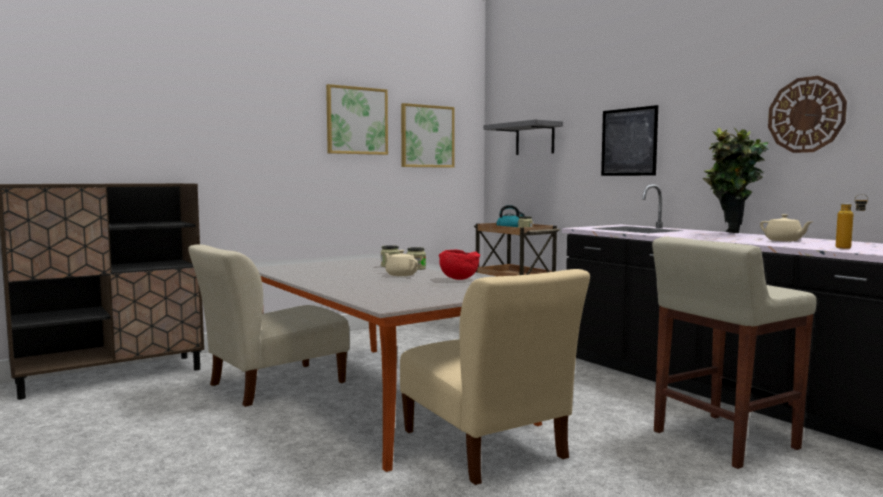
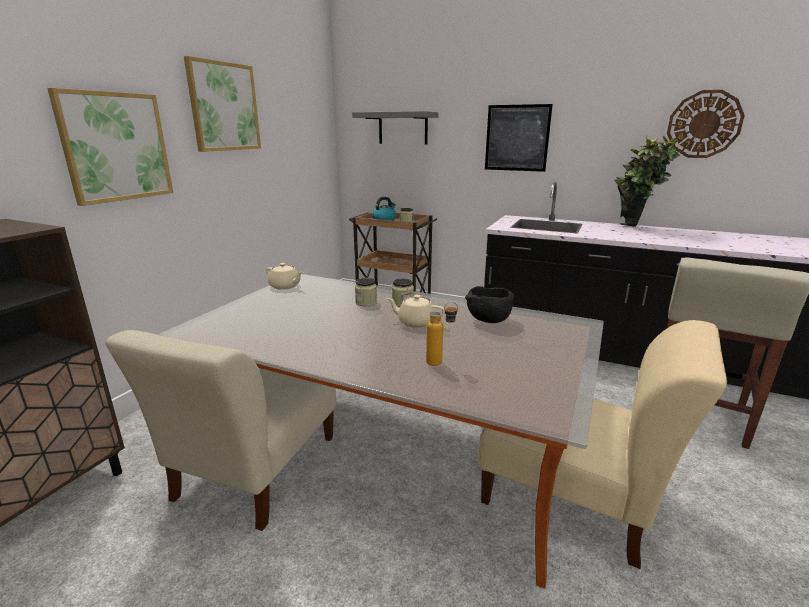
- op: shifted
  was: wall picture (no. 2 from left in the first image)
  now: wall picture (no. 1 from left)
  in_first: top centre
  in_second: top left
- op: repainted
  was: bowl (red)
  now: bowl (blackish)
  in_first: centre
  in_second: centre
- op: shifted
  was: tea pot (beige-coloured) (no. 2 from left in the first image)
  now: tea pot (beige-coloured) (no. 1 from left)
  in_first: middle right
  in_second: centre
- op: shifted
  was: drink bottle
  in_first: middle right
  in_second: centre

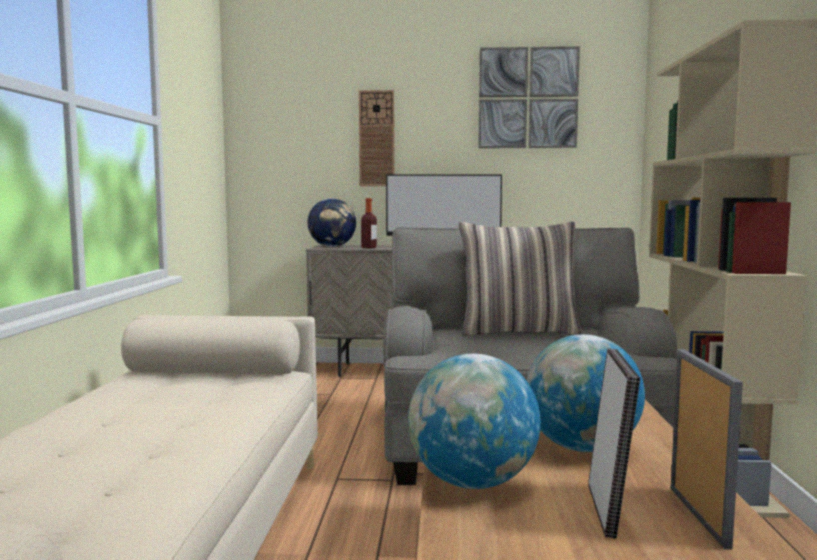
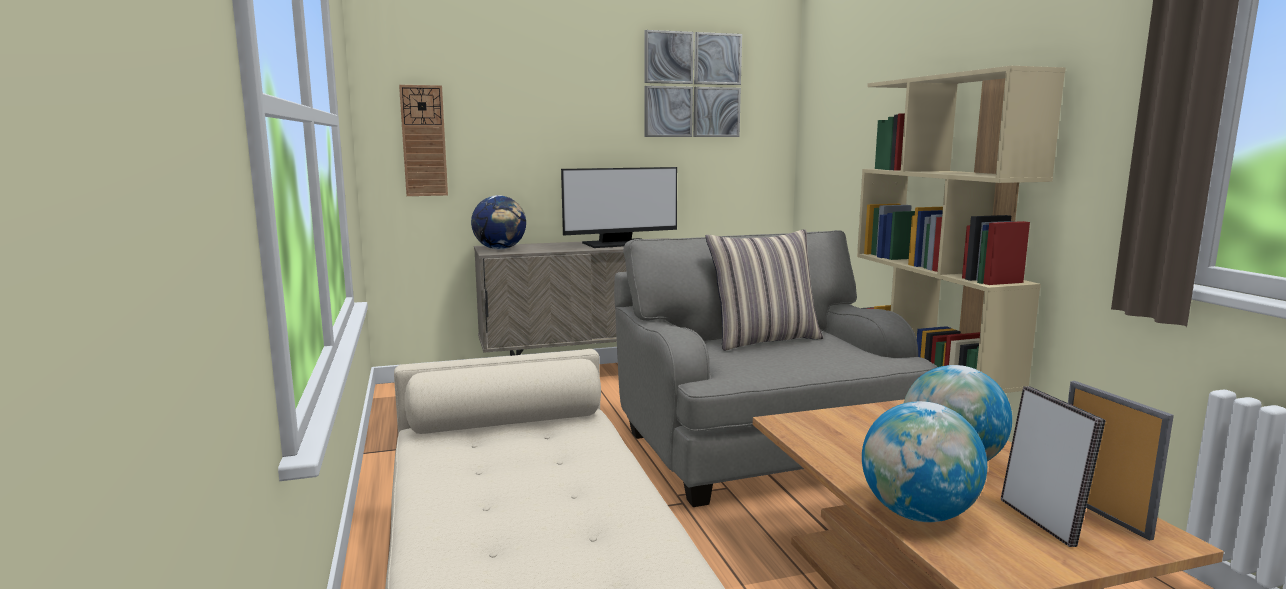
- op: shifted
  was: wall clock
  in_first: top centre
  in_second: top left
- op: gone
  was: drink bottle
  in_first: centre

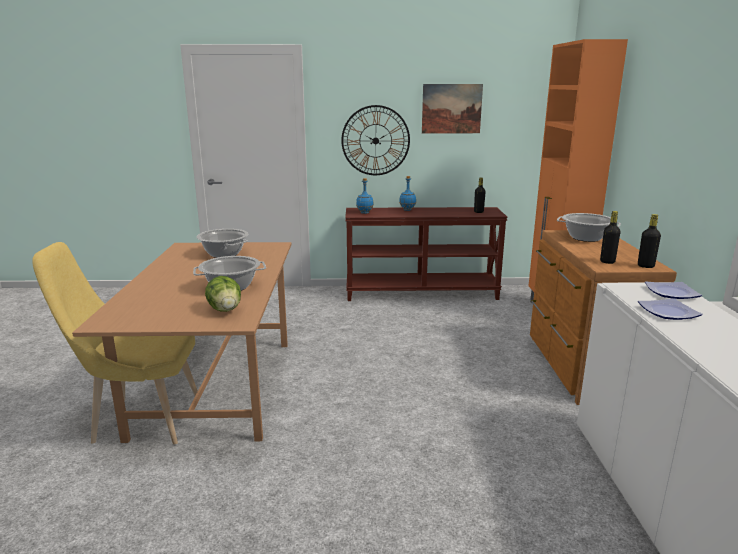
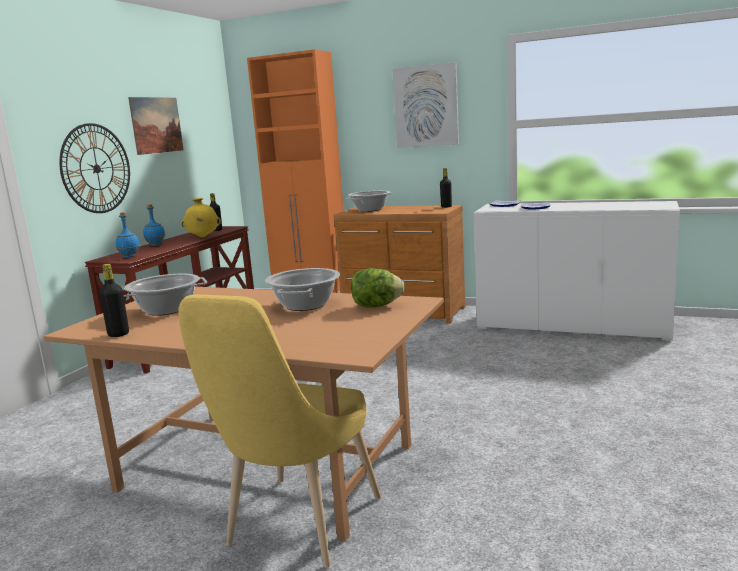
- op: shifted
  was: drink bottle (blackish) (no. 2 from left in the first image)
  now: drink bottle (blackish) (no. 1 from left)
  in_first: middle right
  in_second: middle left
- op: new
  now: decorative vase (yellowish)
  in_second: middle left
- op: new
  now: wall picture (no. 2 from left)
  in_second: top centre

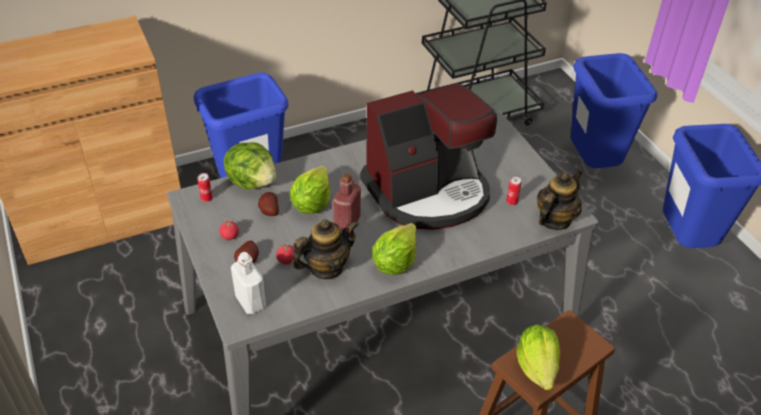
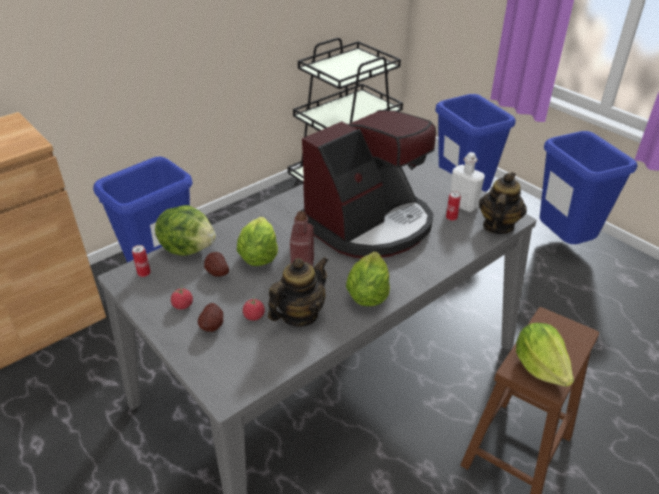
- op: shifted
  was: drink bottle (white-coloured)
  in_first: bottom left
  in_second: middle right

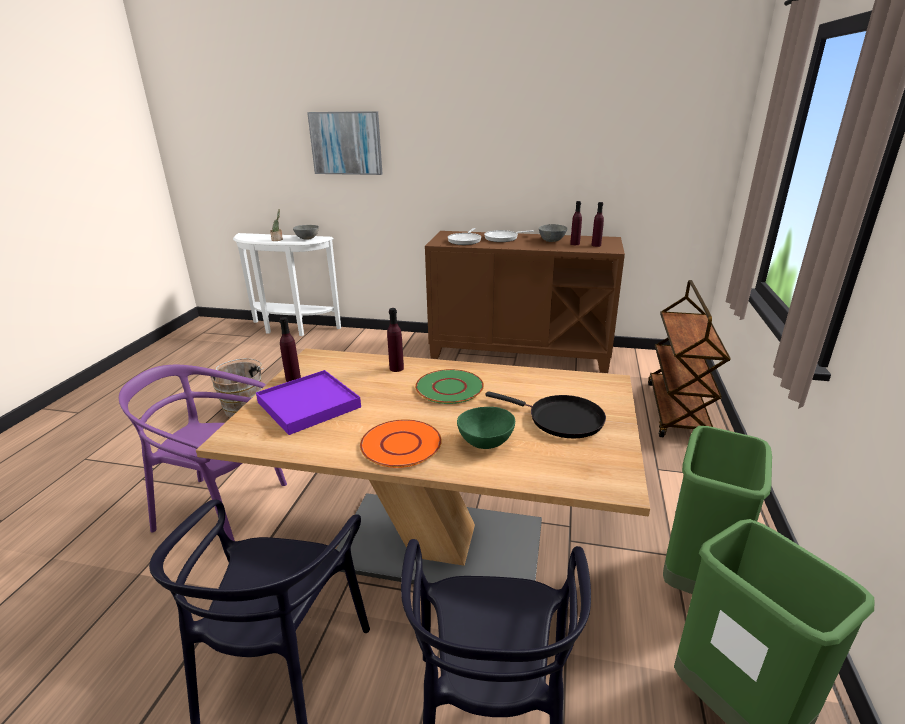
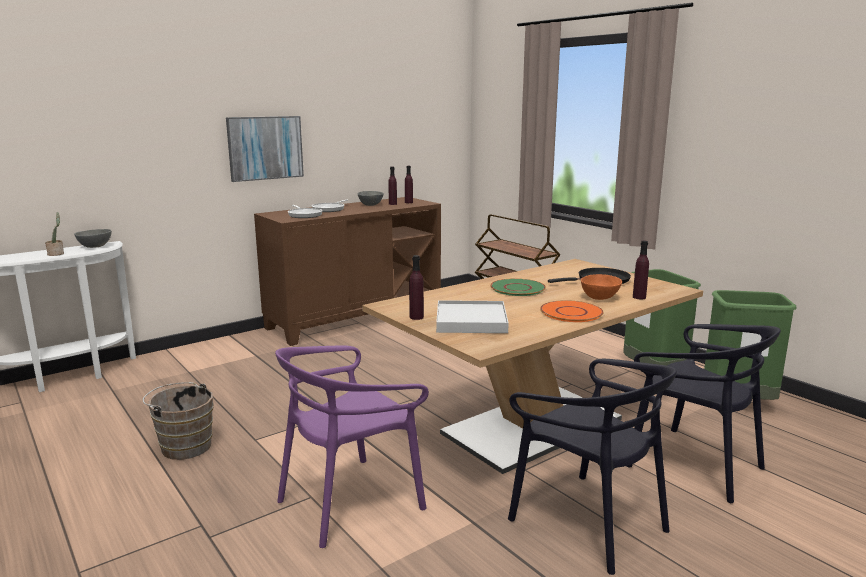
- op: repainted
  was: carrying tray (purple)
  now: carrying tray (white-coloured)
  in_first: centre
  in_second: centre
- op: shifted
  was: wall picture
  in_first: top centre
  in_second: top left
- op: shifted
  was: drink bottle (purple) (no. 2 from left in the first image)
  now: drink bottle (purple) (no. 4 from left)
  in_first: centre
  in_second: middle right
- op: repainted
  was: bowl (green)
  now: bowl (orangey)
  in_first: centre
  in_second: middle right

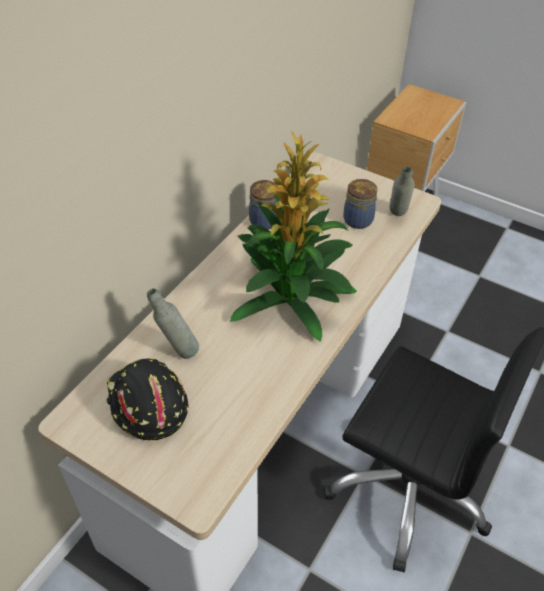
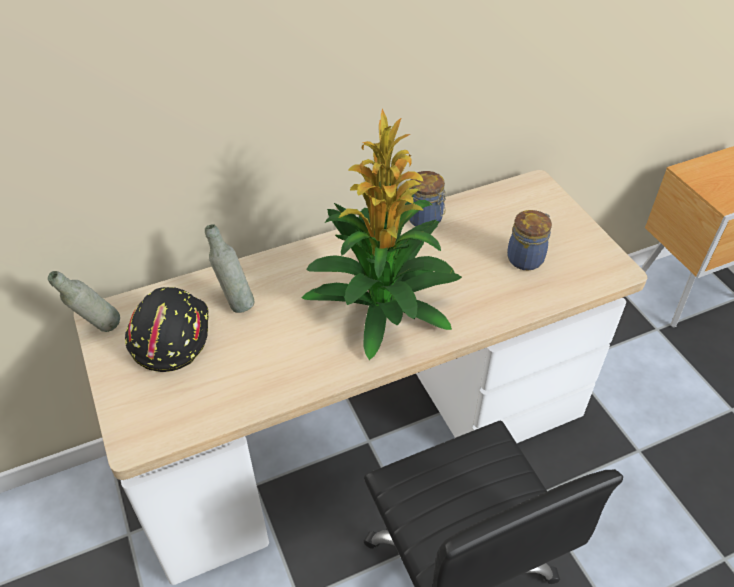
- op: shifted
  was: drink bottle (gray) (no. 2 from left in the first image)
  now: drink bottle (gray) (no. 1 from left)
  in_first: top right
  in_second: middle left

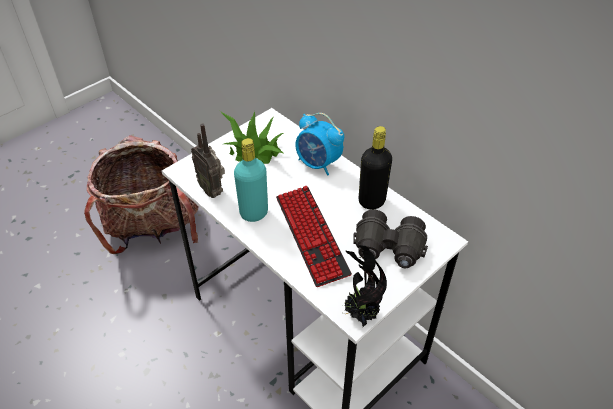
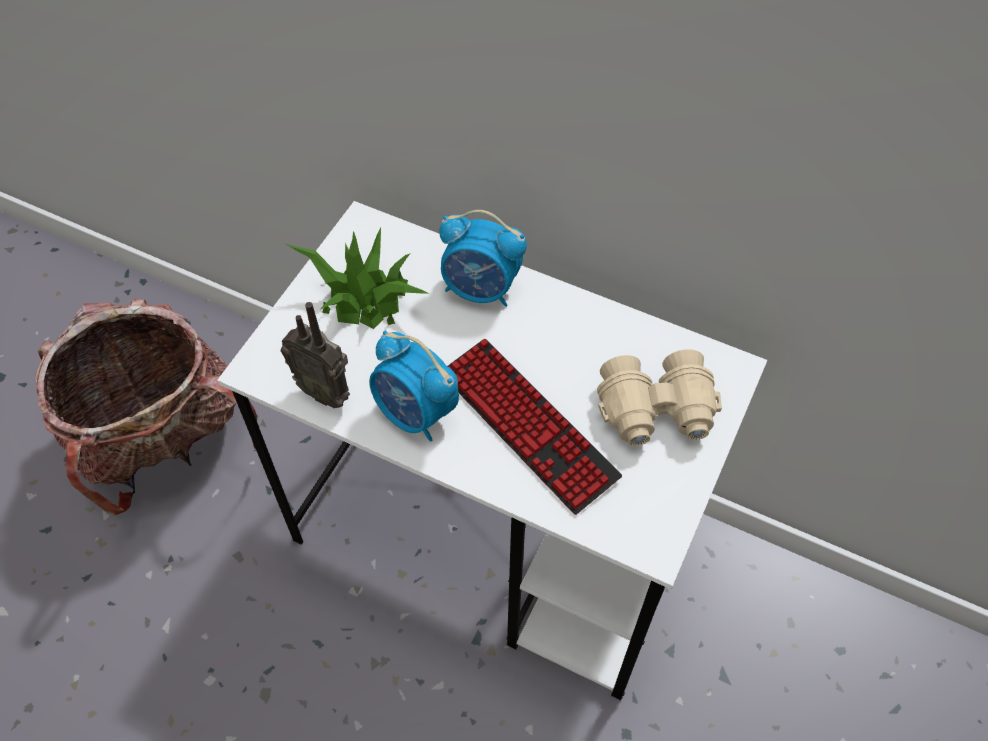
- op: swapped
  was: drink bottle (turquoise-coloured)
  now: alarm clock (no. 1 from left)
  in_first: centre
  in_second: centre
- op: gone
  was: potted plant (no. 2 from left)
  in_first: bottom centre
- op: repainted
  was: pair of binoculars (blackish)
  now: pair of binoculars (beige-coloured)
  in_first: centre
  in_second: middle right
- op: gone
  was: drink bottle (blackish)
  in_first: centre

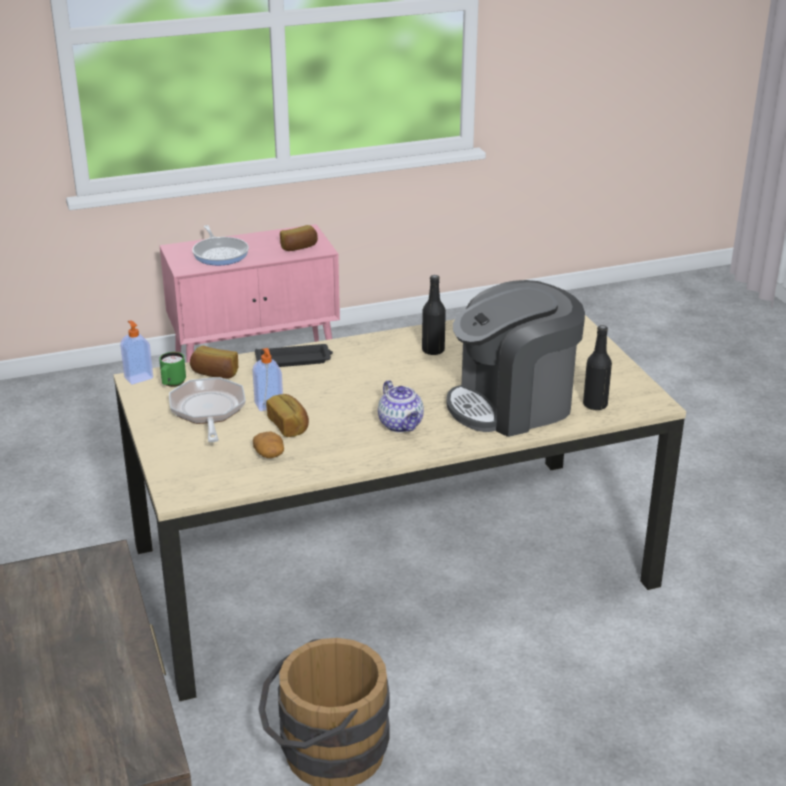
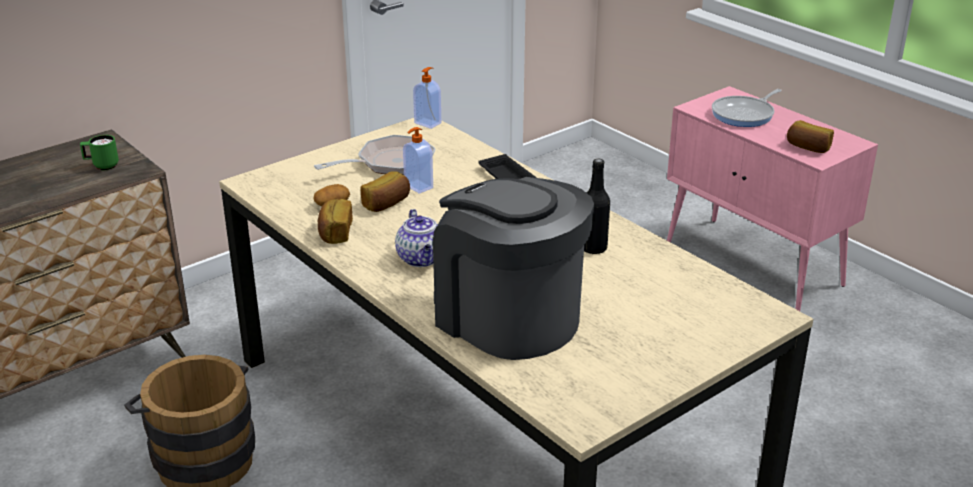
- op: shifted
  was: mug (green)
  in_first: middle left
  in_second: top left
- op: shifted
  was: bakery bread (no. 1 from left)
  in_first: middle left
  in_second: centre
- op: rotated
  was: tea pot
  in_first: centre
  in_second: centre
  clockwise: -60
- op: gone
  was: drink bottle (blackish) (no. 2 from left)
  in_first: middle right

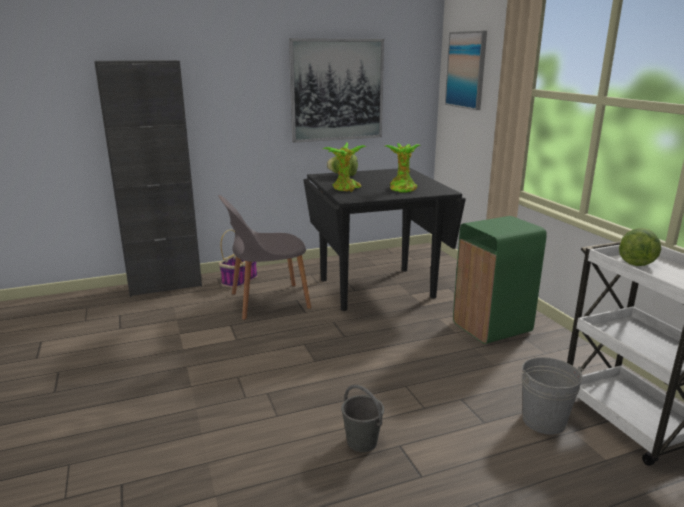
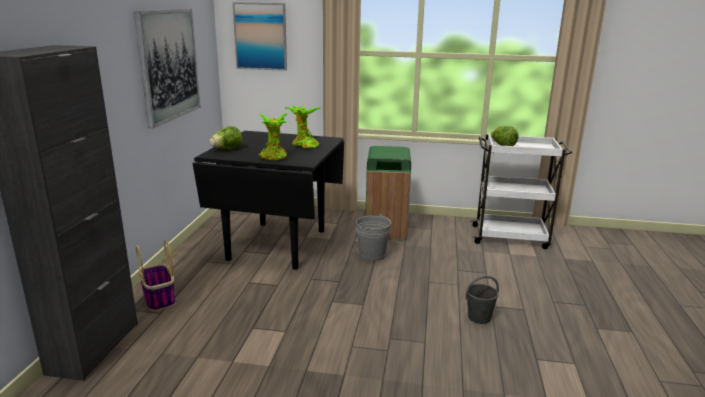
- op: gone
  was: chair (gray)
  in_first: centre
- op: shifted
  was: pail (gray) (no. 2 from left in the first image)
  now: pail (gray) (no. 1 from left)
  in_first: bottom right
  in_second: centre

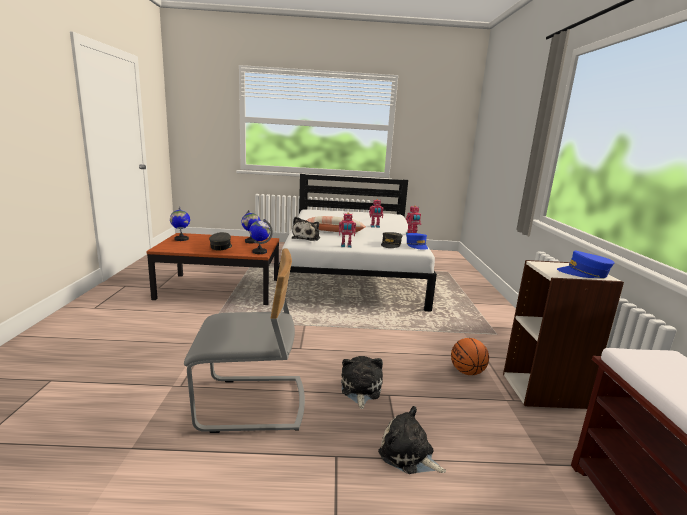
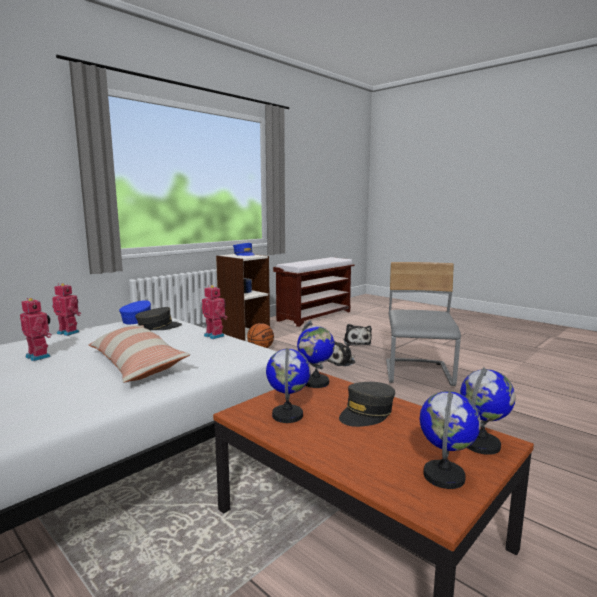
- op: rotated
  was: chair (gray)
  in_first: centre
  in_second: middle right
  clockwise: 60
- op: gone
  was: soft toy (no. 1 from left)
  in_first: centre
- op: new
  now: globe (no. 4 from left)
  in_second: bottom right

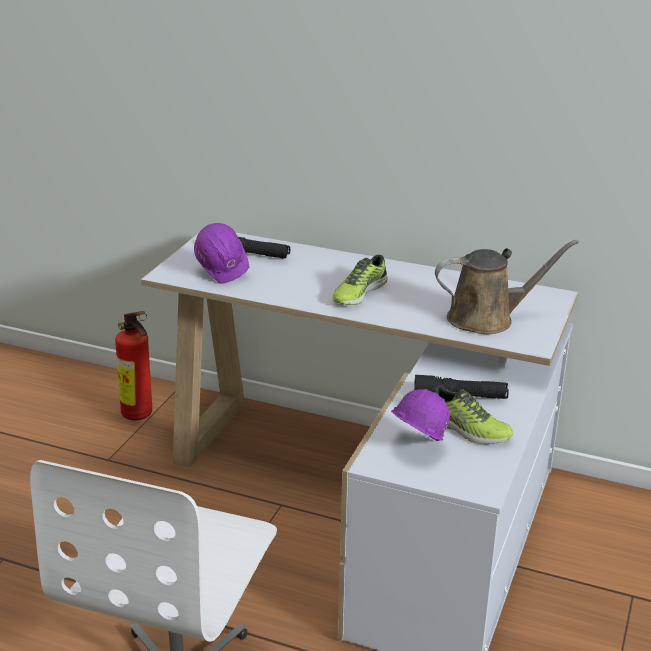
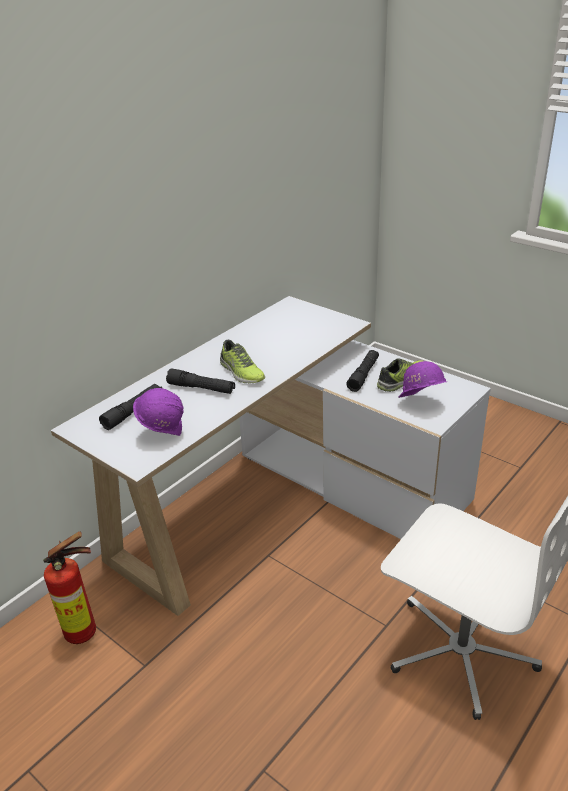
- op: gone
  was: watering can (brown-coloured)
  in_first: middle right
- op: new
  now: hand torch (blackish) (no. 2 from left)
  in_second: centre

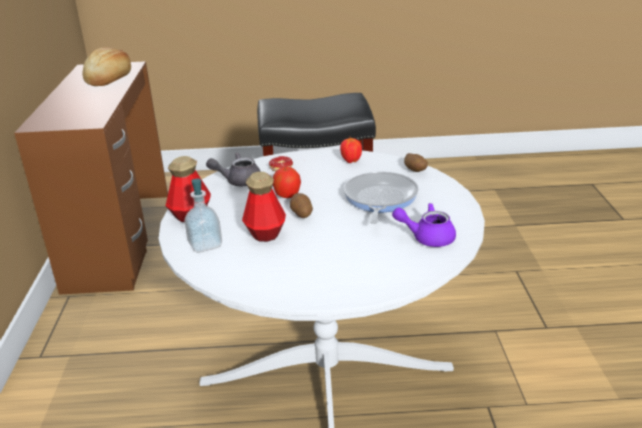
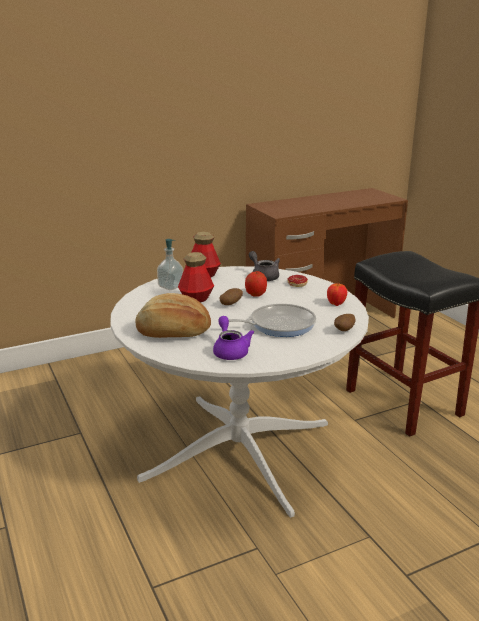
- op: shifted
  was: bakery bread
  in_first: top left
  in_second: centre

